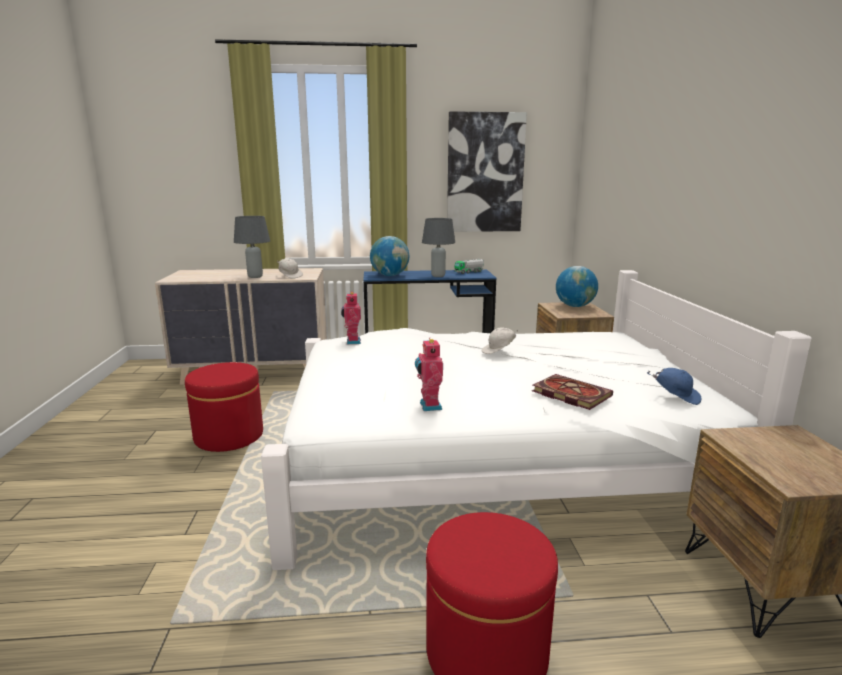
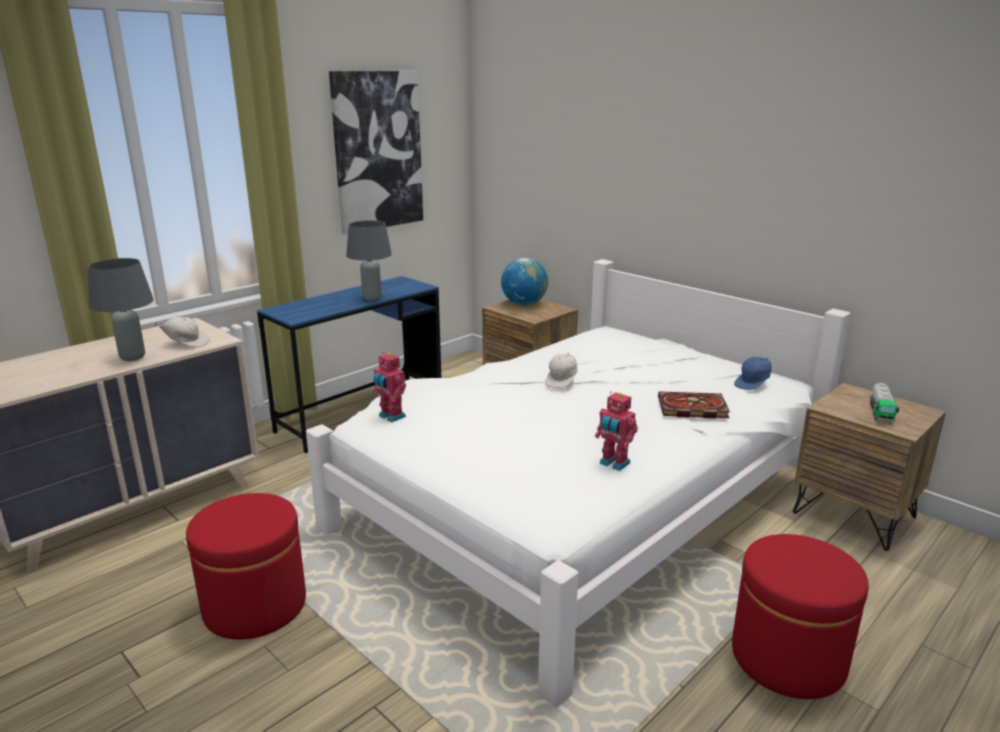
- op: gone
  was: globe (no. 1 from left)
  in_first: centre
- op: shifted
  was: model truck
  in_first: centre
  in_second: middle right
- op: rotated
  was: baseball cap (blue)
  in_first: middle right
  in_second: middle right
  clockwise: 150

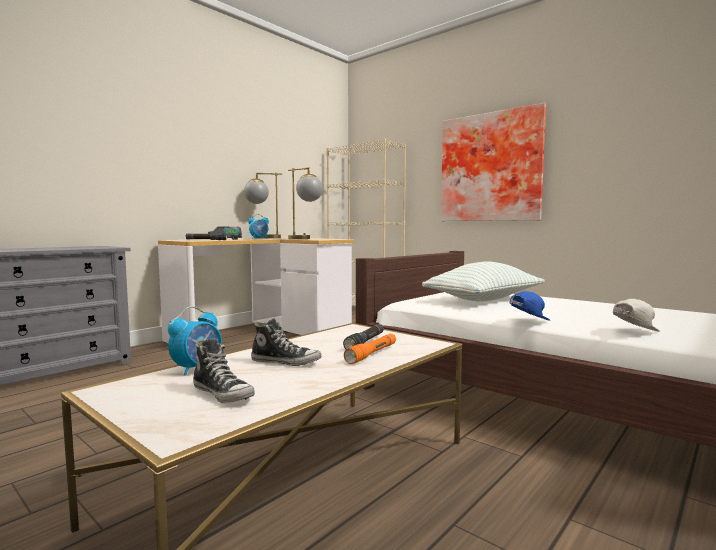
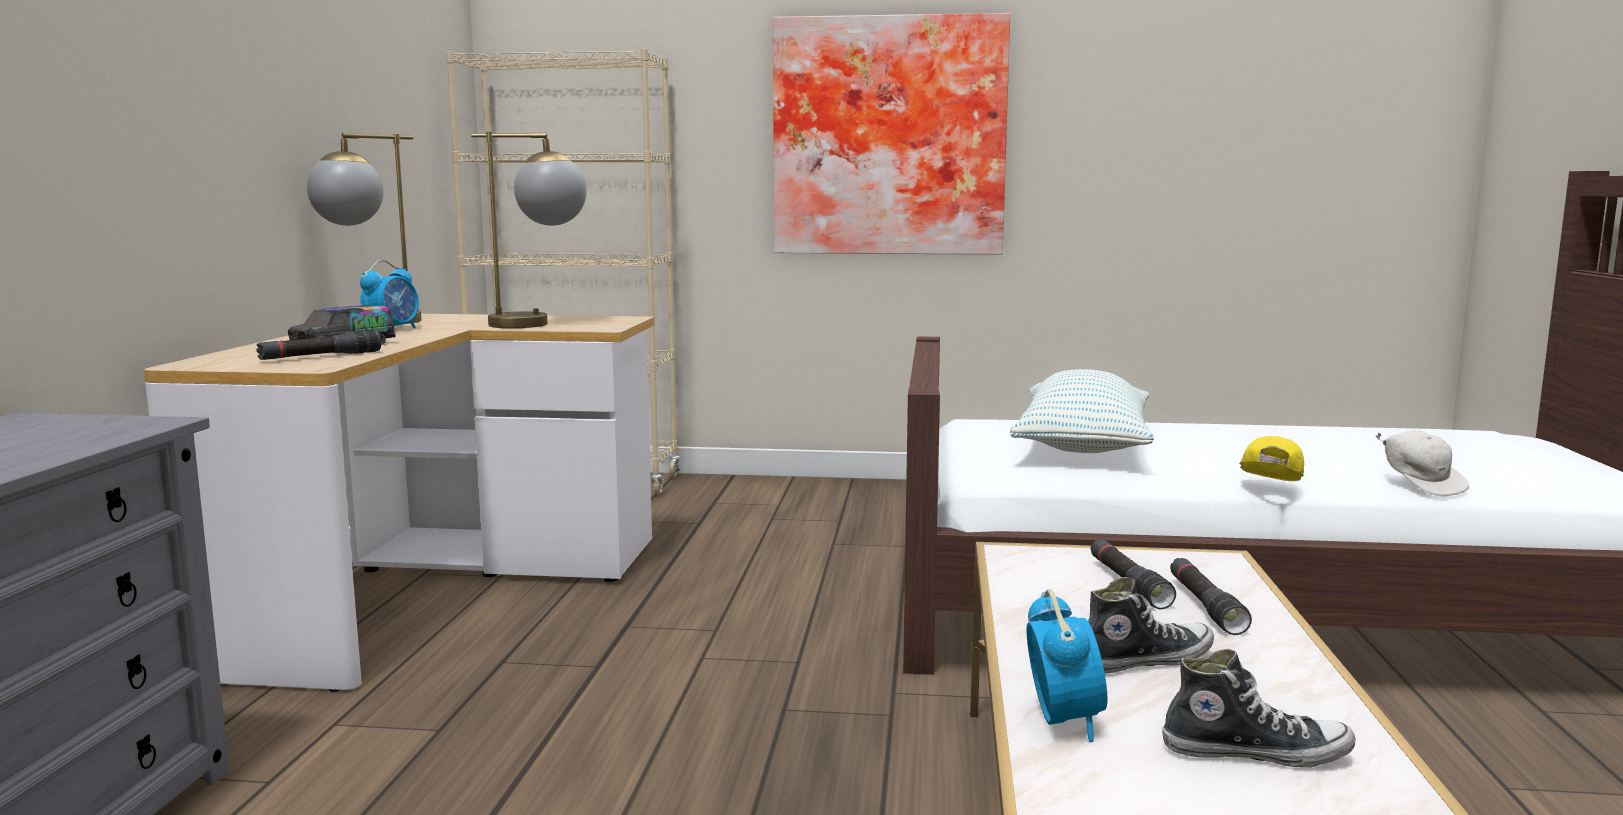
- op: repainted
  was: hand torch (orangey)
  now: hand torch (blackish) (no. 3 from left)
  in_first: centre
  in_second: bottom right
- op: repainted
  was: baseball cap (blue)
  now: baseball cap (yellowish)
  in_first: middle right
  in_second: middle right
- op: rotated
  was: baseball cap (white-coloured)
  in_first: middle right
  in_second: middle right
  clockwise: 135

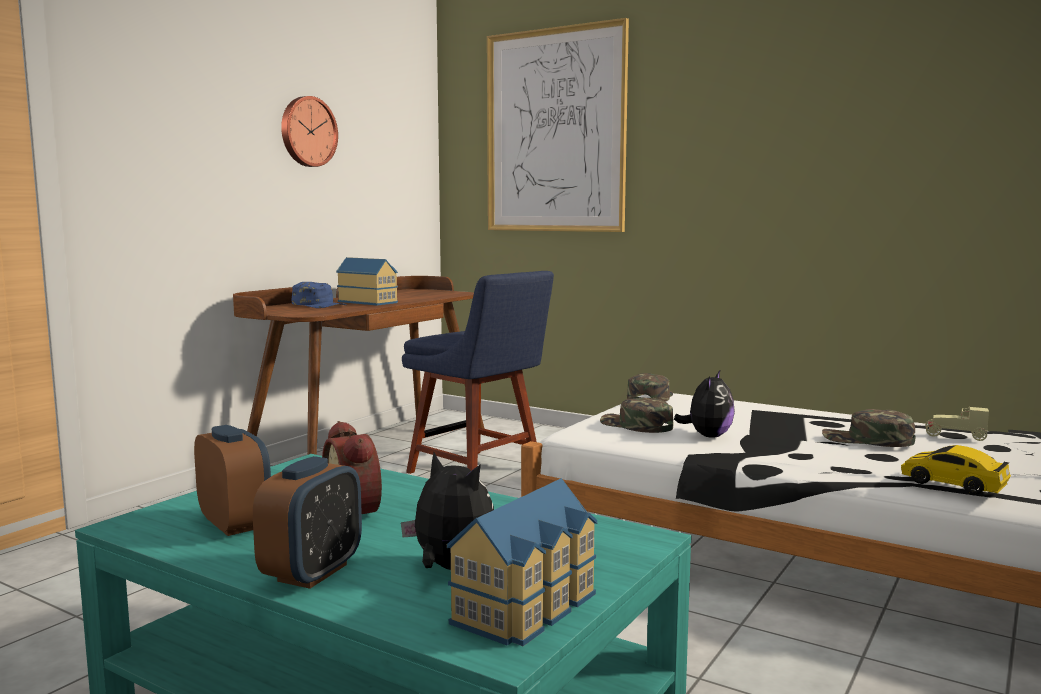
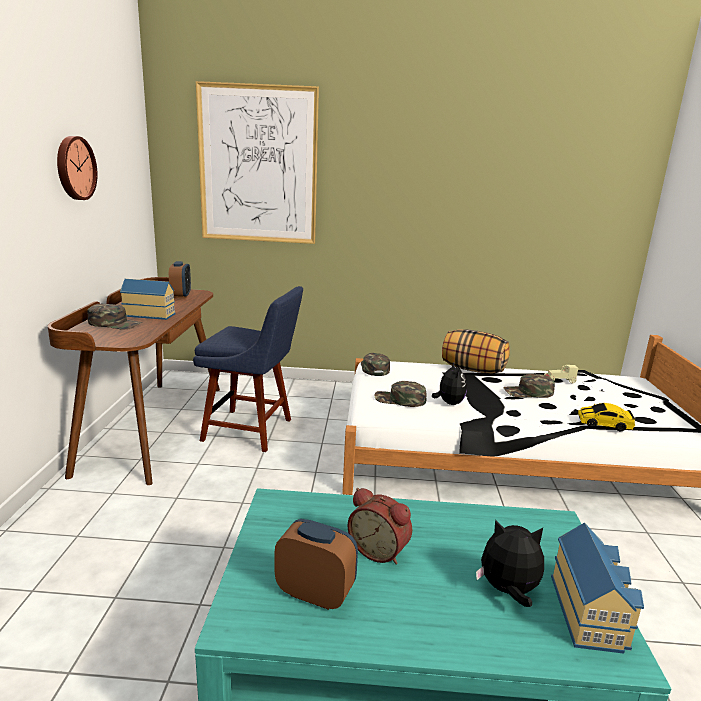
- op: shifted
  was: alarm clock (no. 2 from left in the first image)
  now: alarm clock (no. 1 from left)
  in_first: bottom left
  in_second: middle left
- op: repainted
  was: baseball cap (blue)
  now: baseball cap (green) (no. 1 from left)
  in_first: middle left
  in_second: middle left
- op: new
  now: cushion
  in_second: middle right

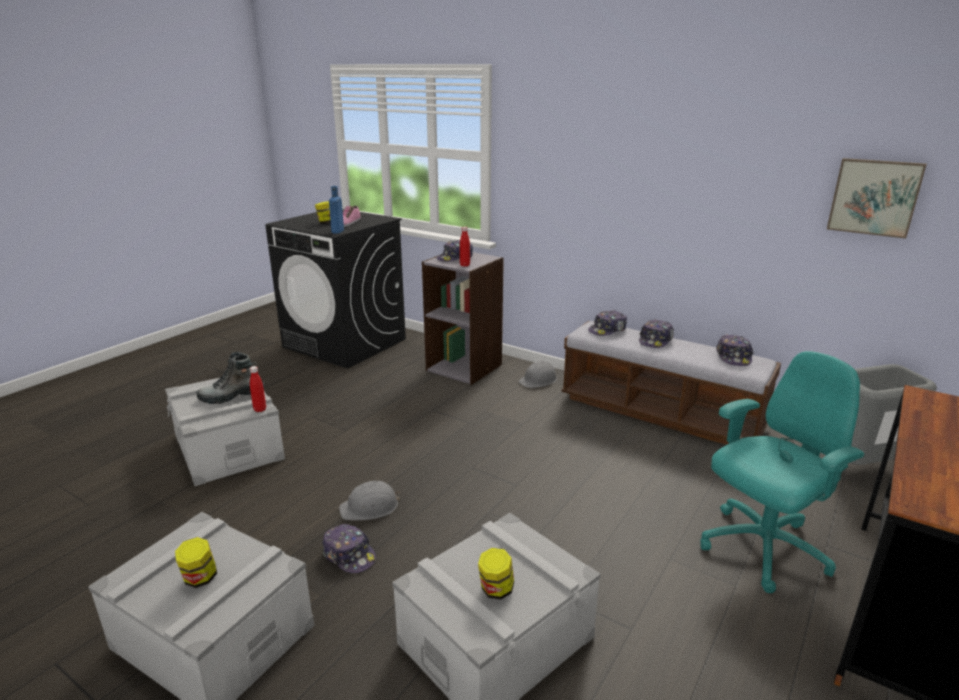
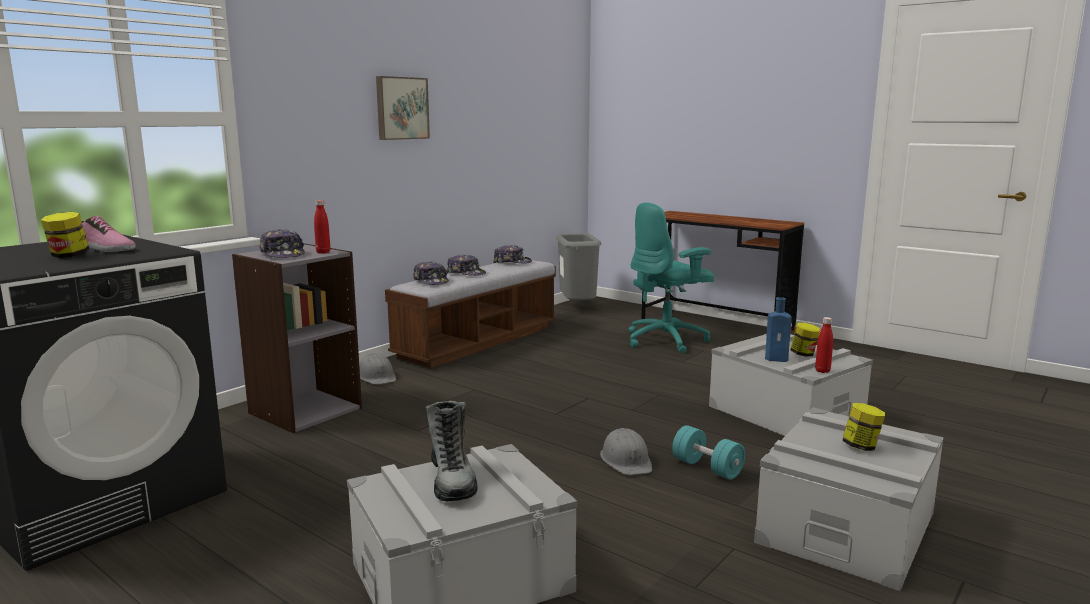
- op: shifted
  was: drink bottle (red) (no. 1 from left in the first image)
  now: drink bottle (red) (no. 2 from left)
  in_first: middle left
  in_second: middle right
- op: swapped
  was: baseball cap (no. 1 from left)
  now: dumbbell (turquoise-coloured)
  in_first: bottom centre
  in_second: bottom centre
- op: shifted
  was: drink bottle (blue)
  in_first: top centre
  in_second: middle right
- op: rotated
  was: desk chair (turquoise-coloured)
  in_first: bottom right
  in_second: centre
  clockwise: -90
- op: shifted
  was: wall picture
  in_first: top right
  in_second: top centre

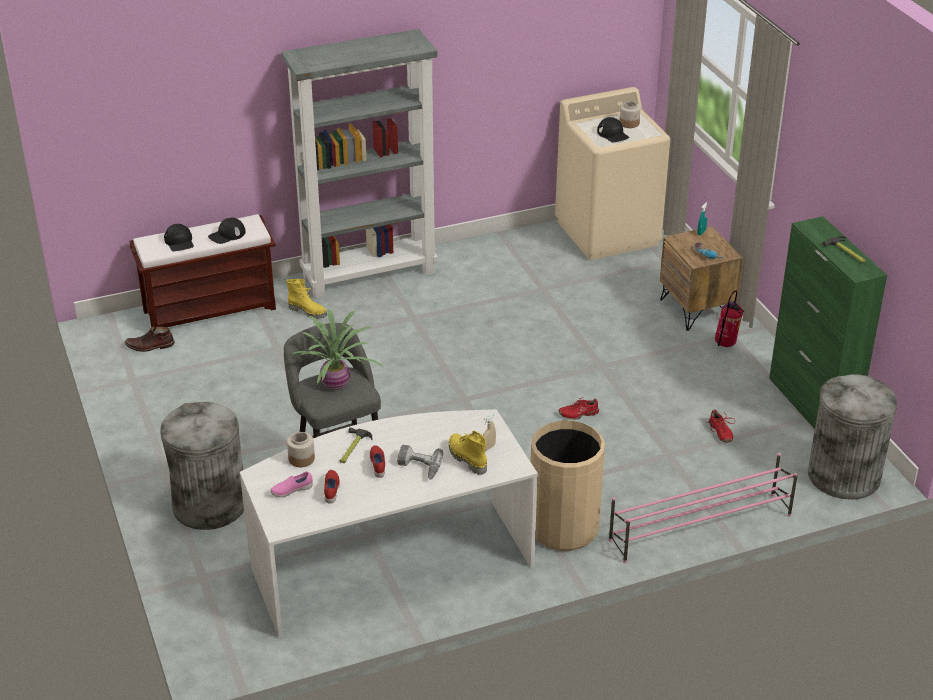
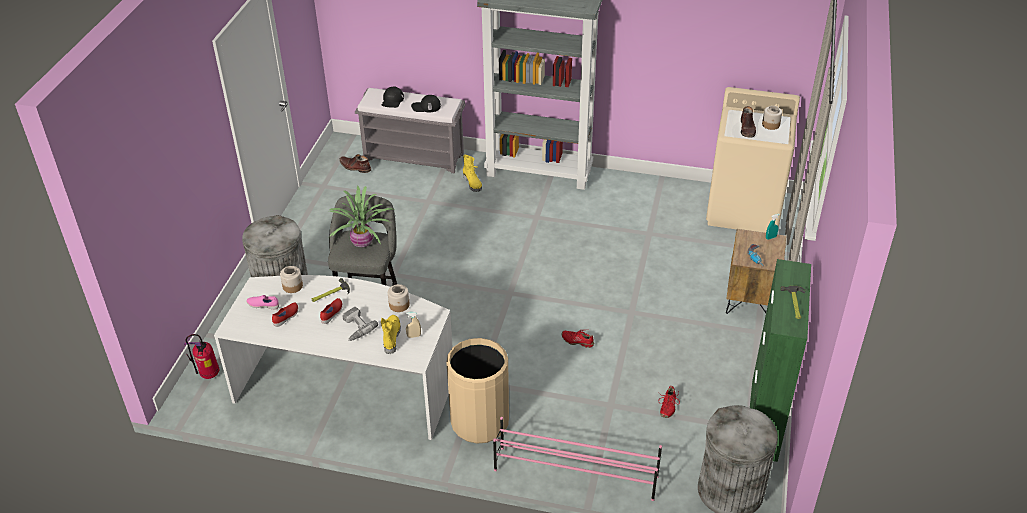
- op: repainted
  was: bench (brown-coloured)
  now: bench (gray)
  in_first: middle left
  in_second: top centre
- op: swapped
  was: baseball cap (blackish) (no. 3 from left)
  now: boot (brown-coloured) (no. 2 from left)
  in_first: top centre
  in_second: top right
- op: shifted
  was: fire extinguisher
  in_first: middle right
  in_second: bottom left
- op: new
  now: storage jar (no. 2 from left)
  in_second: centre

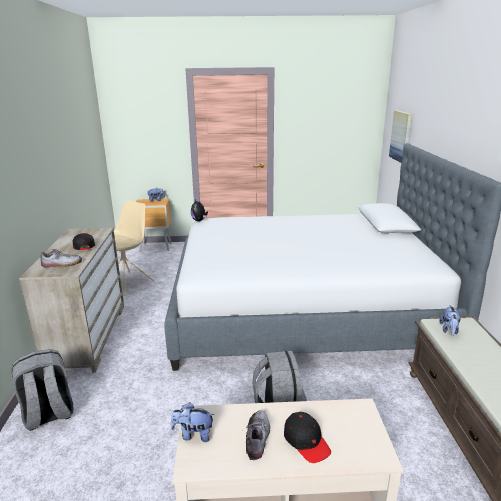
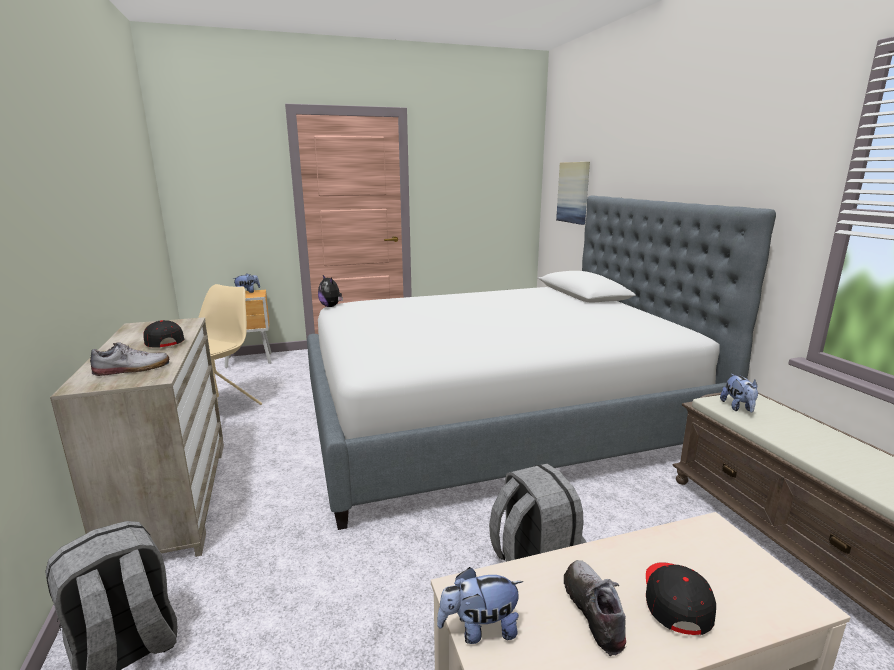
- op: rotated
  was: baseball cap (blackish) (no. 2 from left)
  in_first: bottom centre
  in_second: bottom right
  clockwise: -120

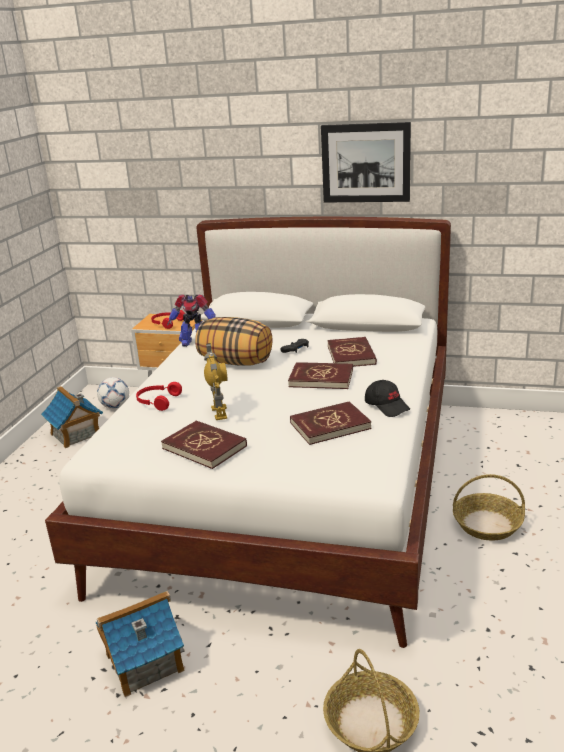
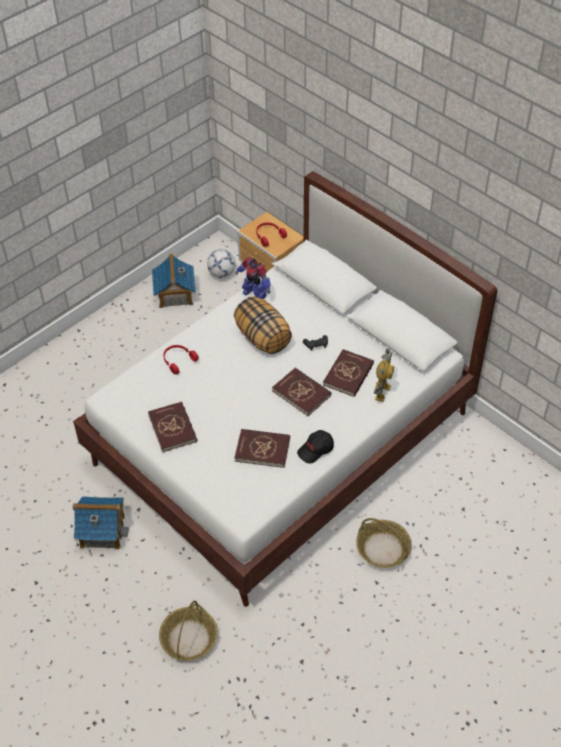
- op: shifted
  was: robot figure (no. 2 from left)
  in_first: centre
  in_second: middle right
- op: gone
  was: wall picture
  in_first: top centre
- op: rotated
  was: baseball cap (blackish)
  in_first: middle right
  in_second: centre
  clockwise: 60

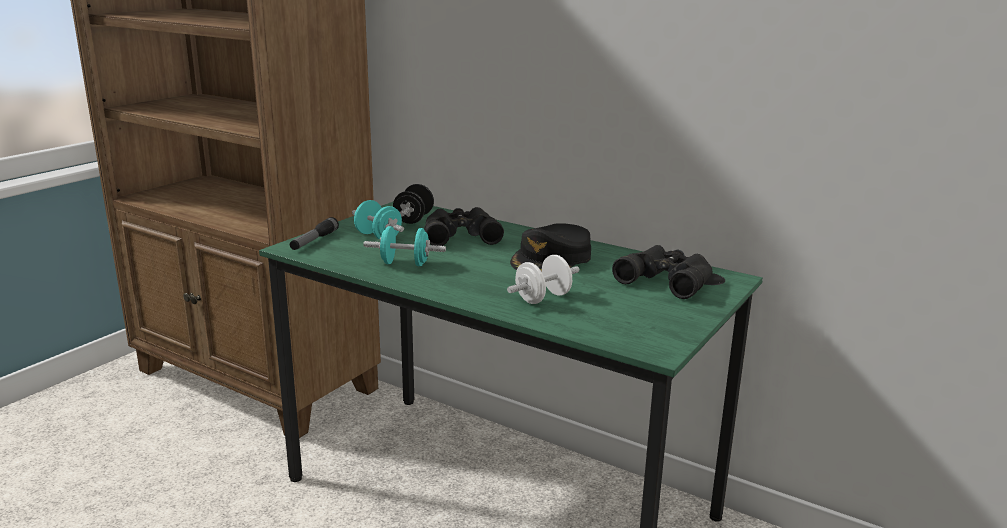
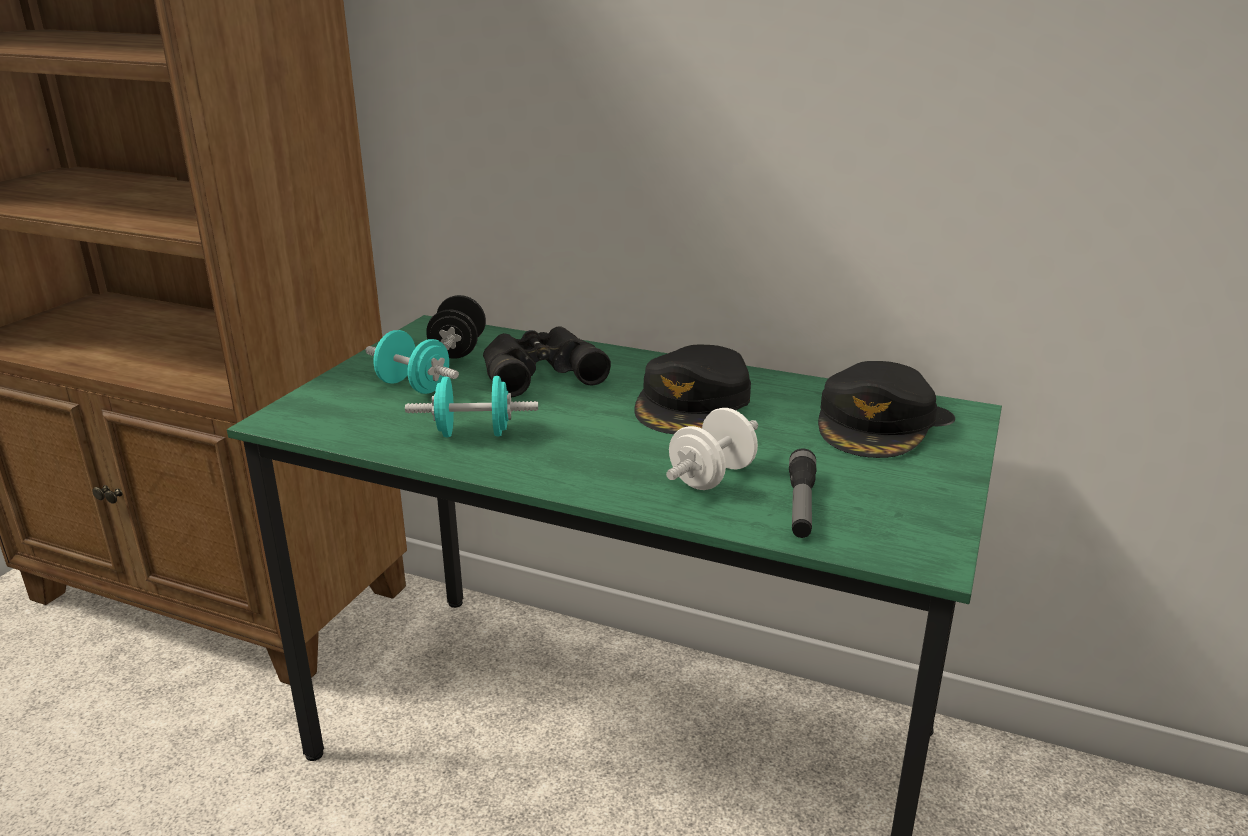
- op: shifted
  was: hand torch
  in_first: middle left
  in_second: centre
- op: swapped
  was: pair of binoculars (blackish) (no. 2 from left)
  now: baseball cap (blackish) (no. 2 from left)
  in_first: centre
  in_second: middle right

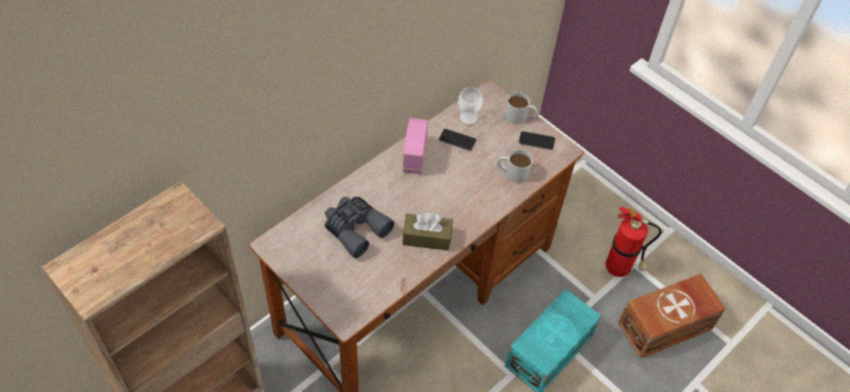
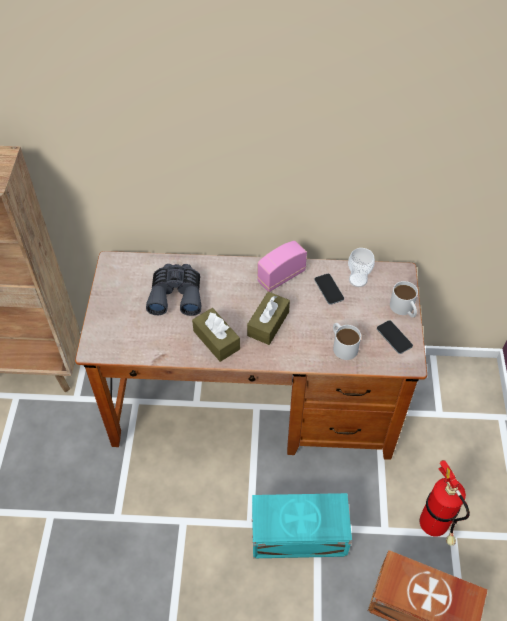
- op: new
  now: tissue box (brown-coloured) (no. 2 from left)
  in_second: centre

